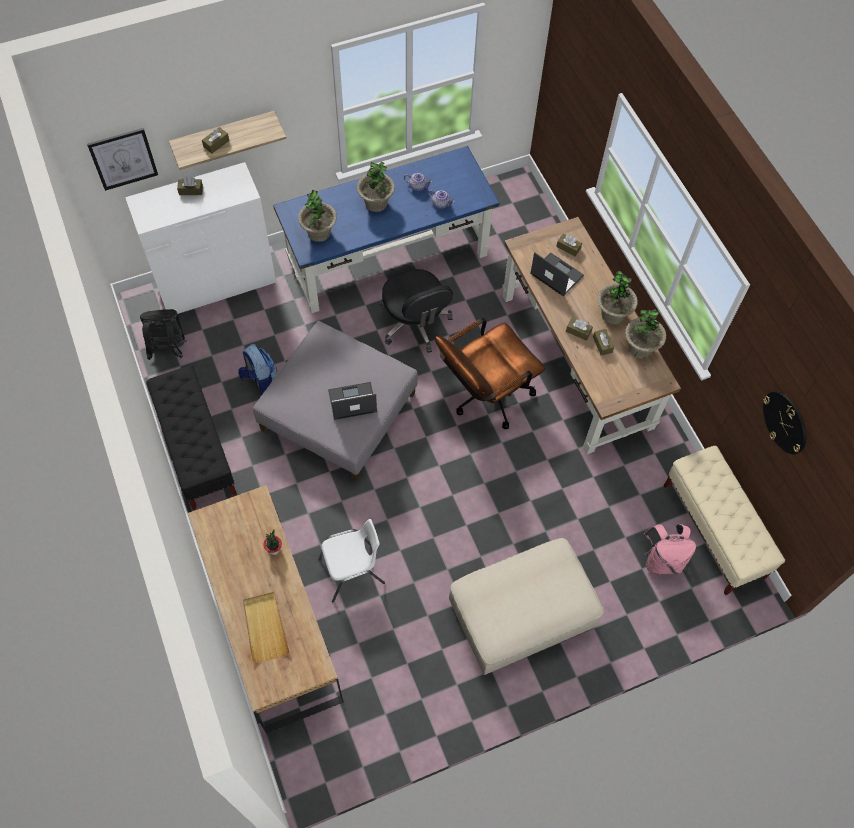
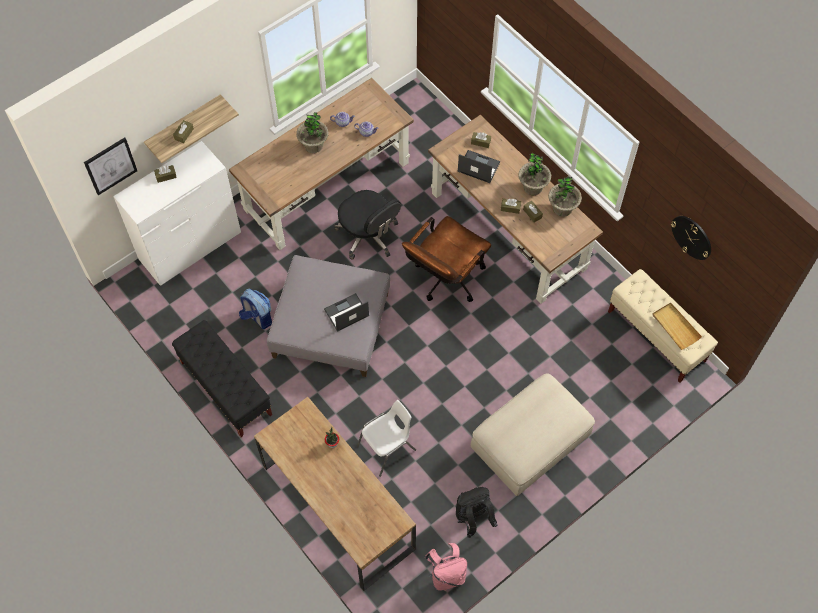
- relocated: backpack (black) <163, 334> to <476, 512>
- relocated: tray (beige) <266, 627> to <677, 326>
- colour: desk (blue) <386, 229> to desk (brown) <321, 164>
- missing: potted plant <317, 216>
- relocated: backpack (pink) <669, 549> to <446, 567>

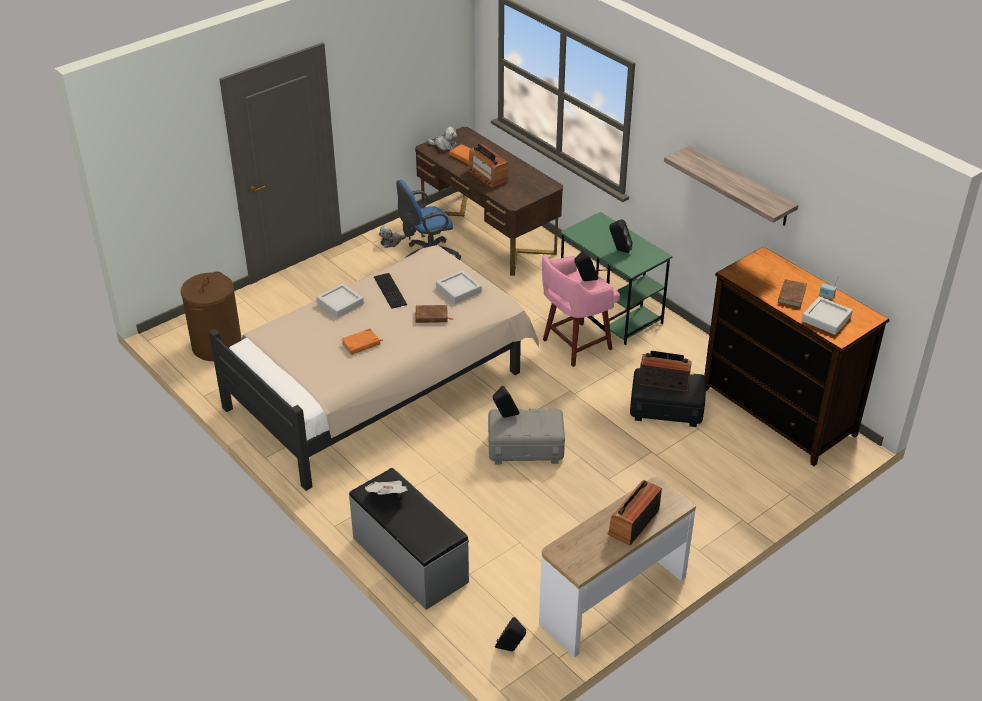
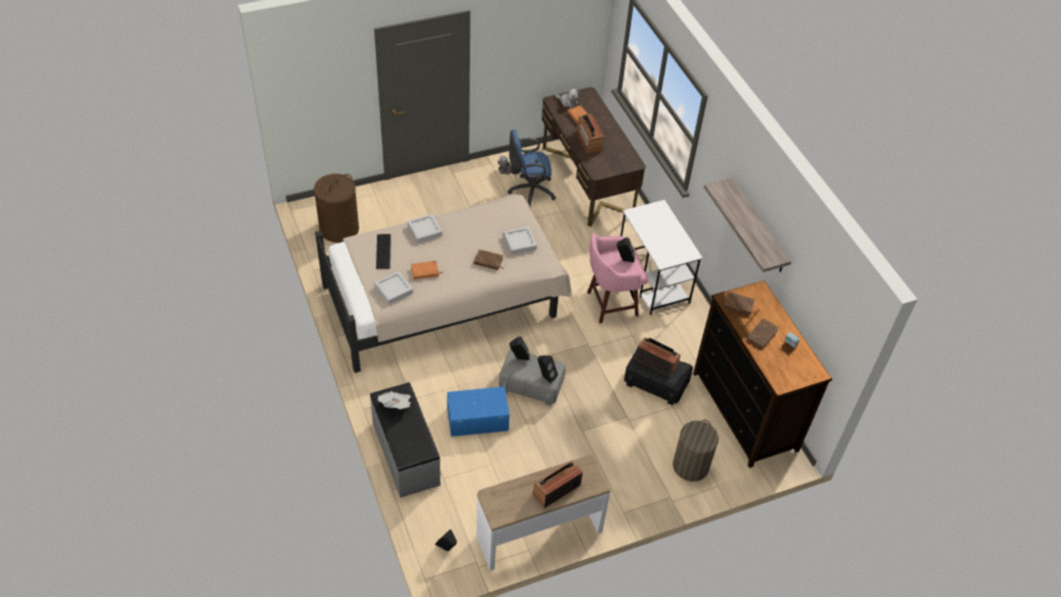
- relocated: keyboard <390, 291> to <383, 251>
- colour: desk (green) <616, 278> to desk (white) <661, 257>
- relocated: speaker (black) <621, 236> to <548, 369>
- relocated: tray (grey) <827, 315> to <393, 287>
- appeared: storage box (blue) <478, 411>
- appeared: laundry basket <696, 451>
- appeared: book (brown) <739, 303>

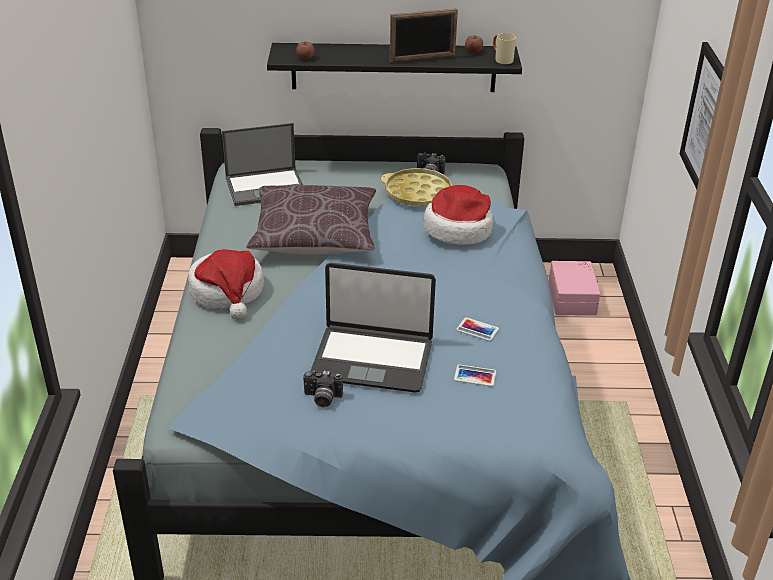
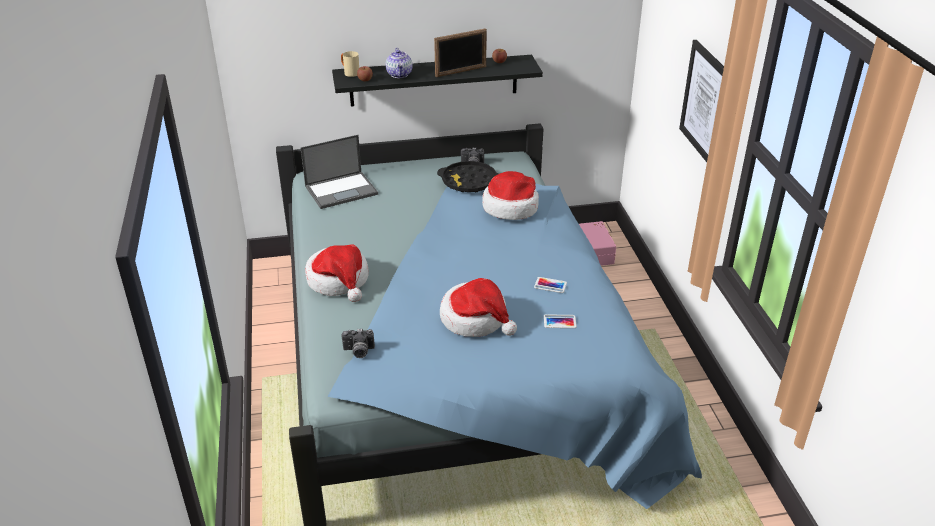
- missing: pillow (brown) <311, 220>
- relocated: photo camera <323, 389> to <358, 343>
- exchanged: laptop <373, 328> to hat <478, 307>
- colour: tray (yellow) <416, 187> to tray (black) <467, 176>
- relocated: mug (beige) <504, 48> to <350, 64>
- appeared: teapot <399, 63>

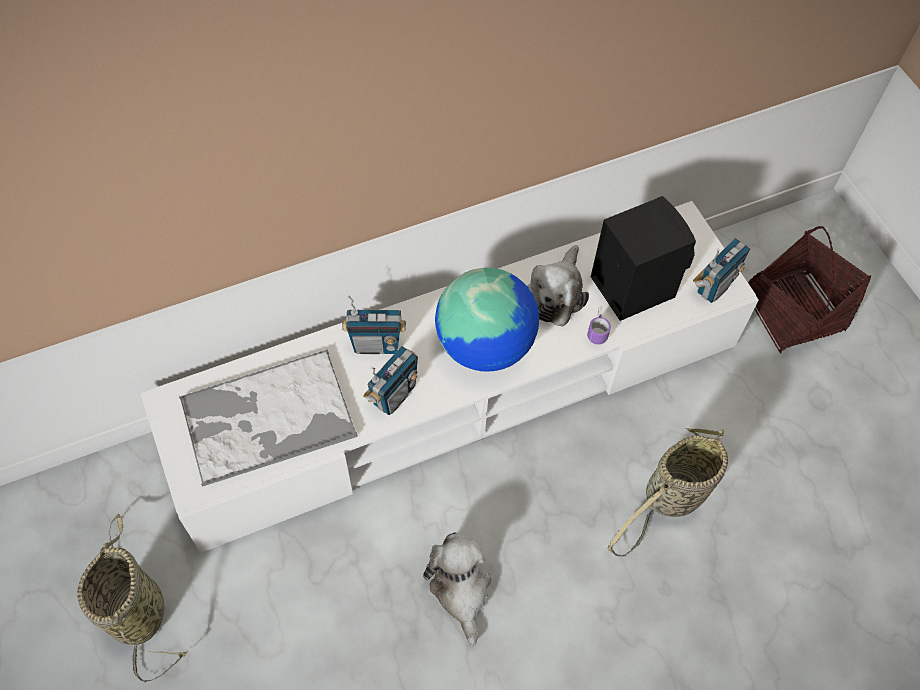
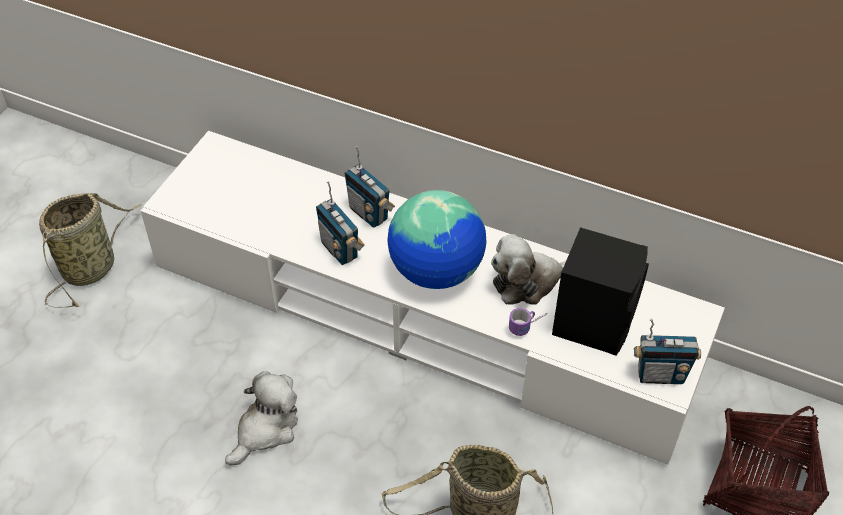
- missing: tray <268, 418>
- spun: radio <391, 380> = <340, 223> 60 degrees clockwise

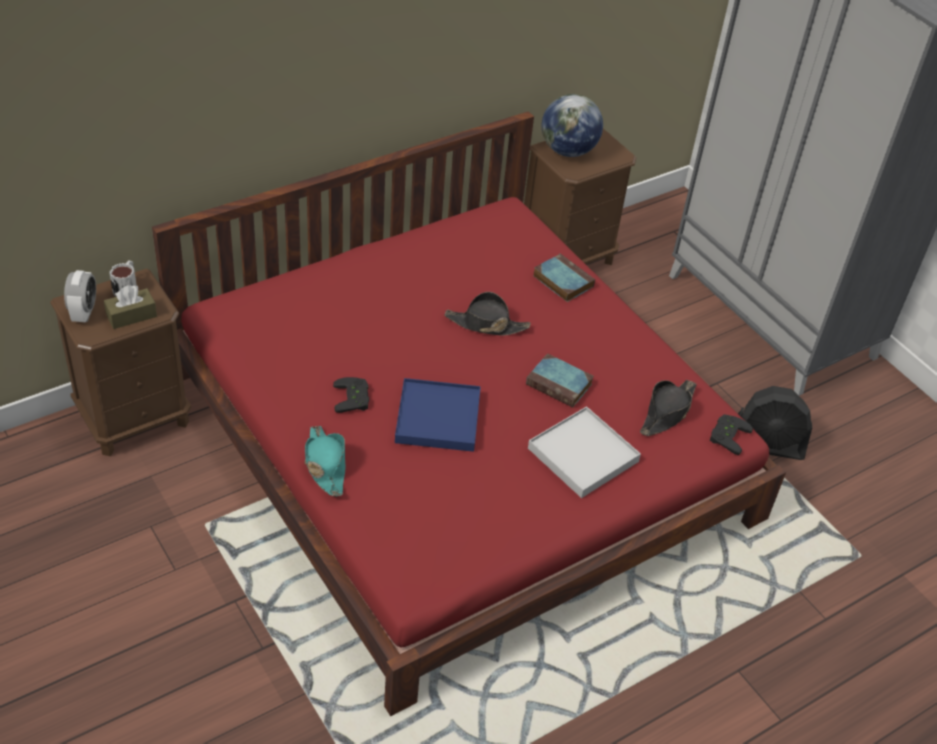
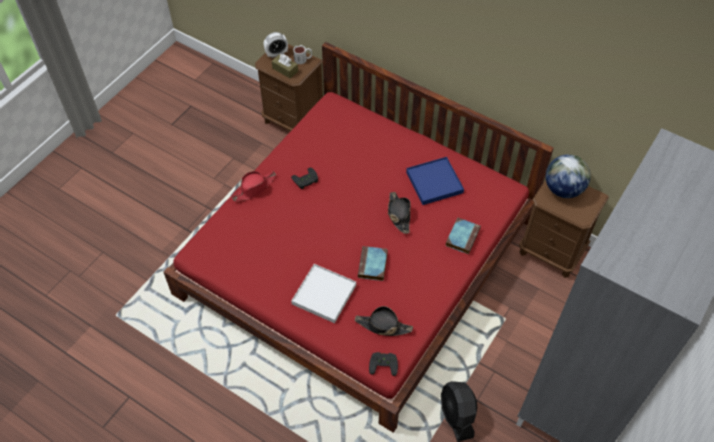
- colour: hat (turquoise) <325, 461> to hat (red) <253, 186>
- relocated: tray (blue) <438, 415> to <435, 181>

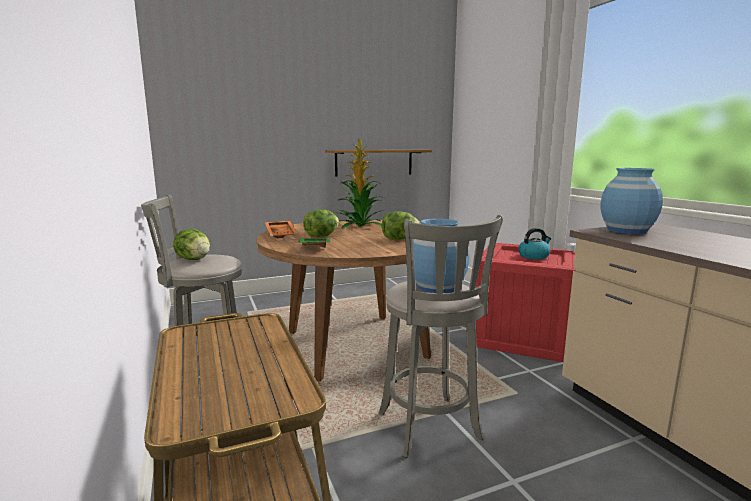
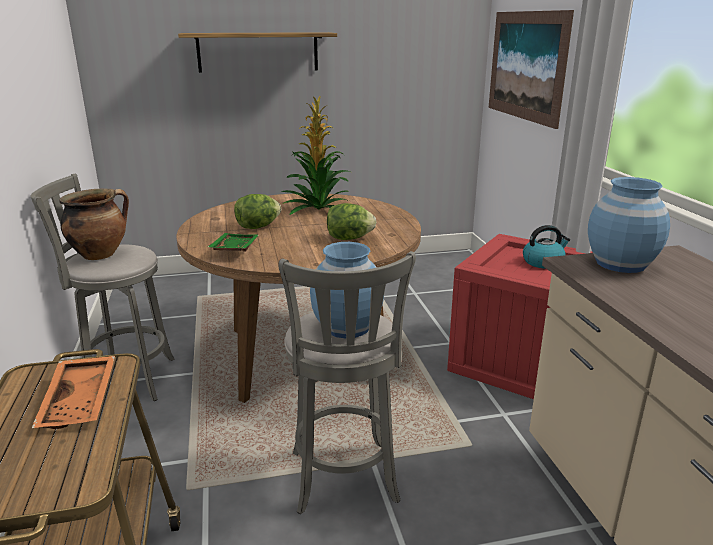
- exchanged: lettuce <191, 244> to cooking pot <94, 224>
- relocated: tray (orange) <281, 229> to <73, 392>
- relocated: shelf <378, 163> to <257, 52>
- appeared: picture <531, 69>

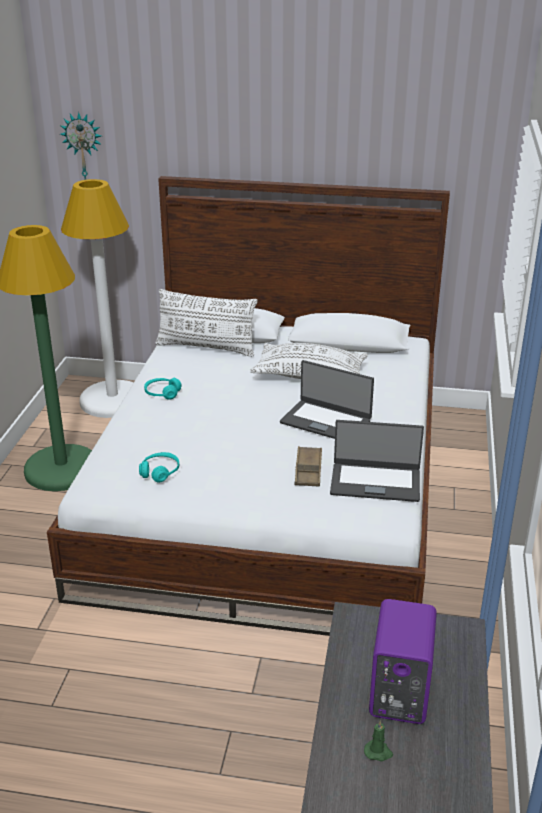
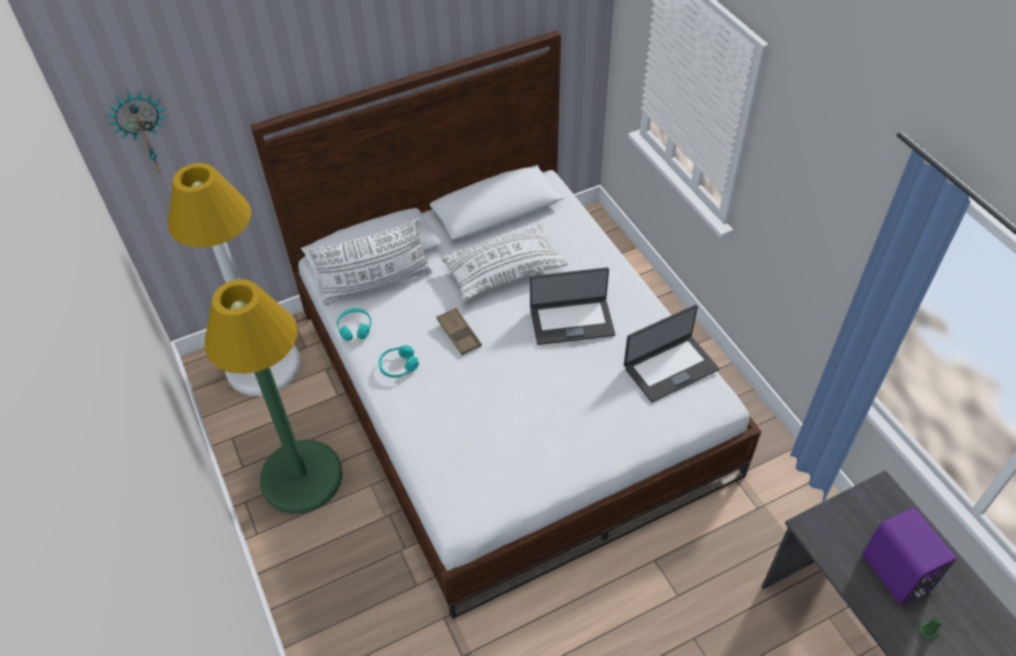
- relocated: headphones (turquoise) <159, 467> to <354, 324>
- relocated: tray (brown) <308, 466> to <459, 331>

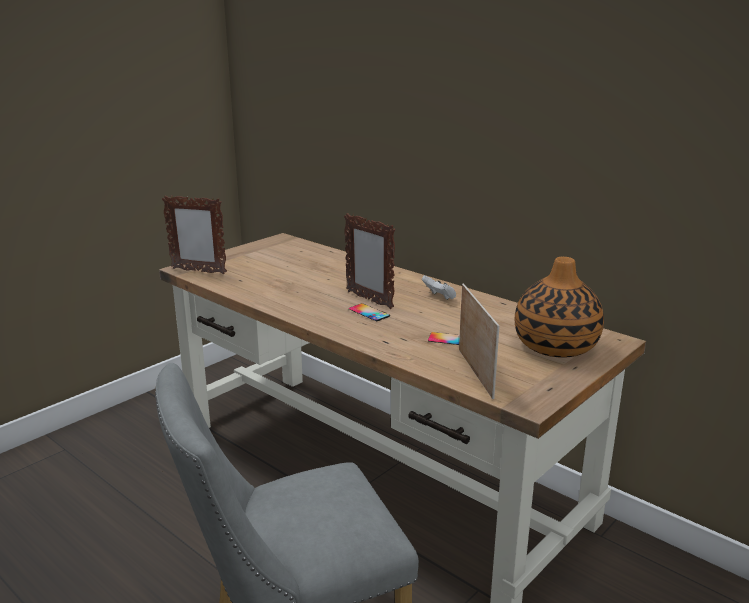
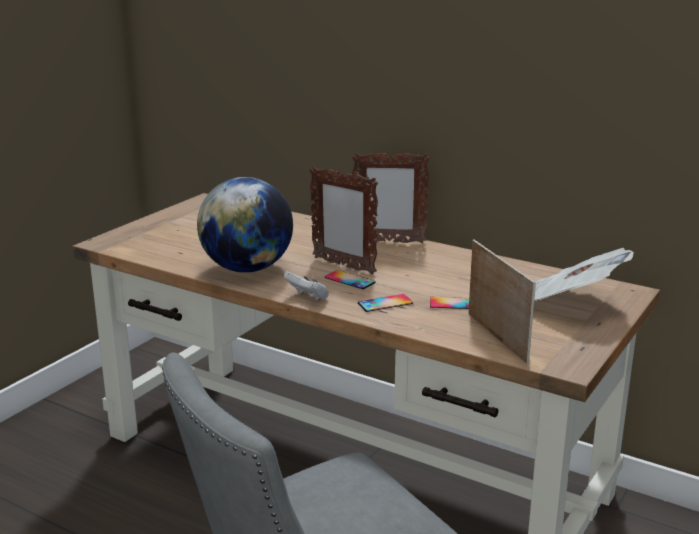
- relocated: picture frame <194, 234> to <391, 198>
- relocated: game controller (white) <439, 287> to <306, 285>
- exchanged: vase <559, 307> to newspaper <584, 274>
- appeared: globe <245, 225>
- appeared: phone <385, 303>

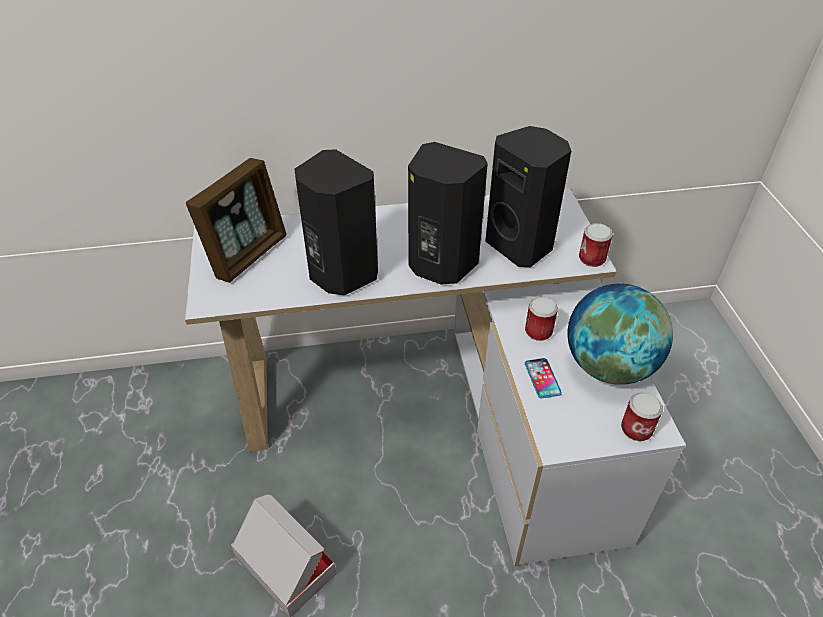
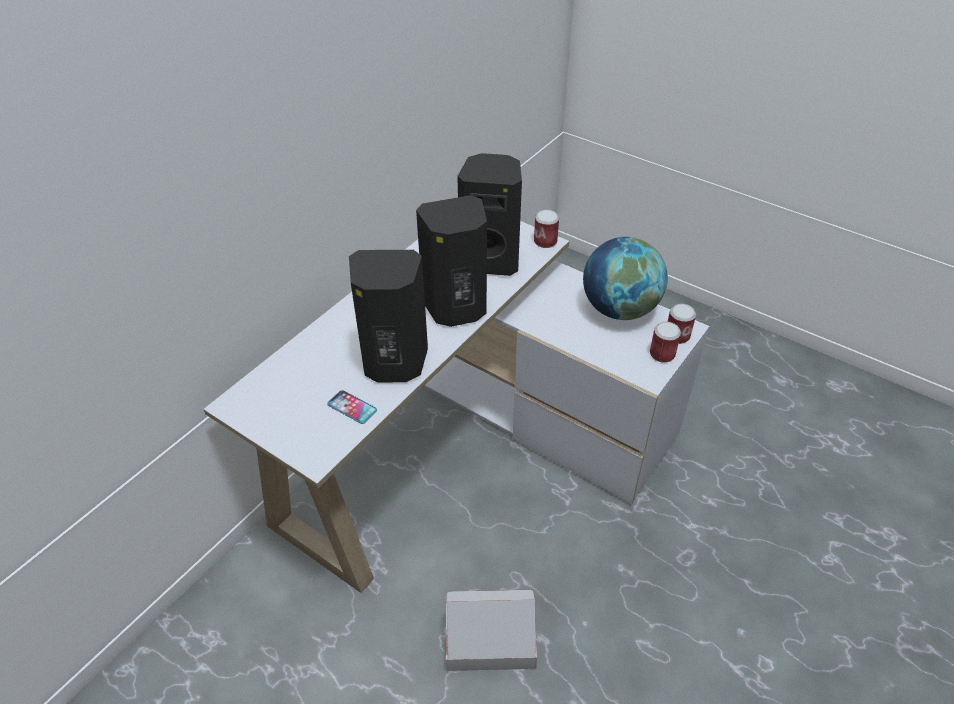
- missing: picture frame <236, 220>
- relocated: can <541, 319> to <665, 342>
- relocated: phone <543, 378> to <352, 407>

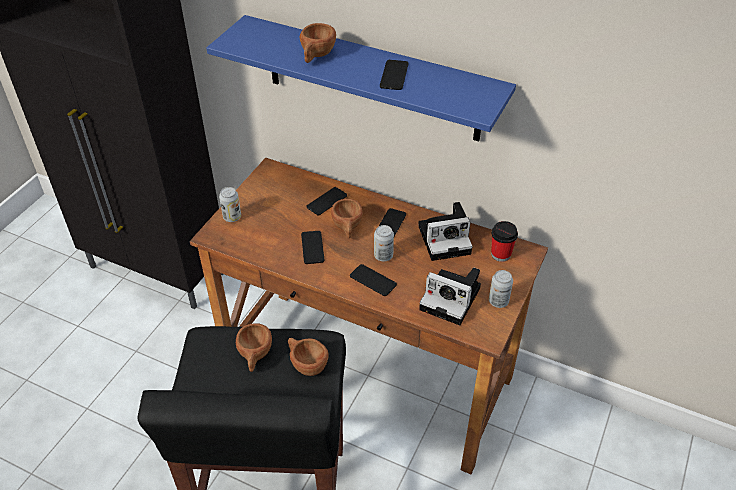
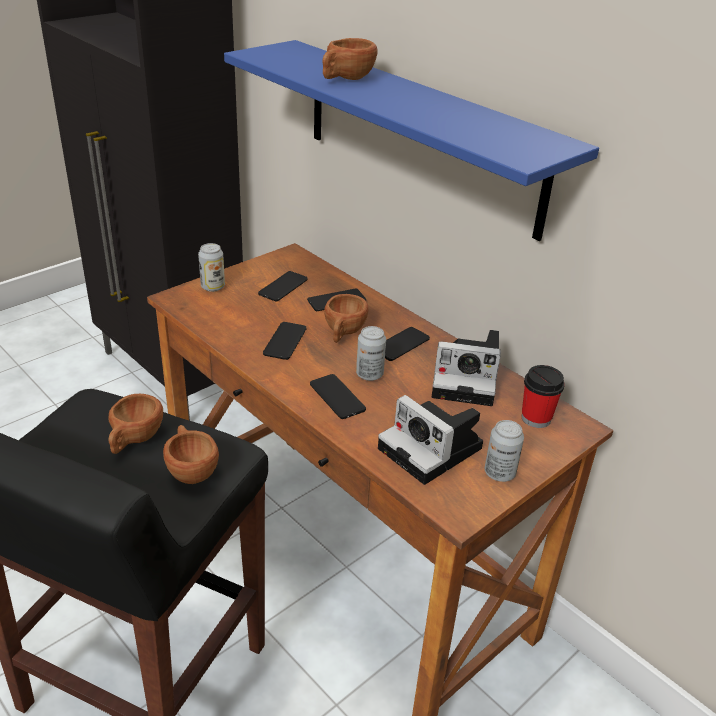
- relocated: phone <394, 75> to <283, 286>

